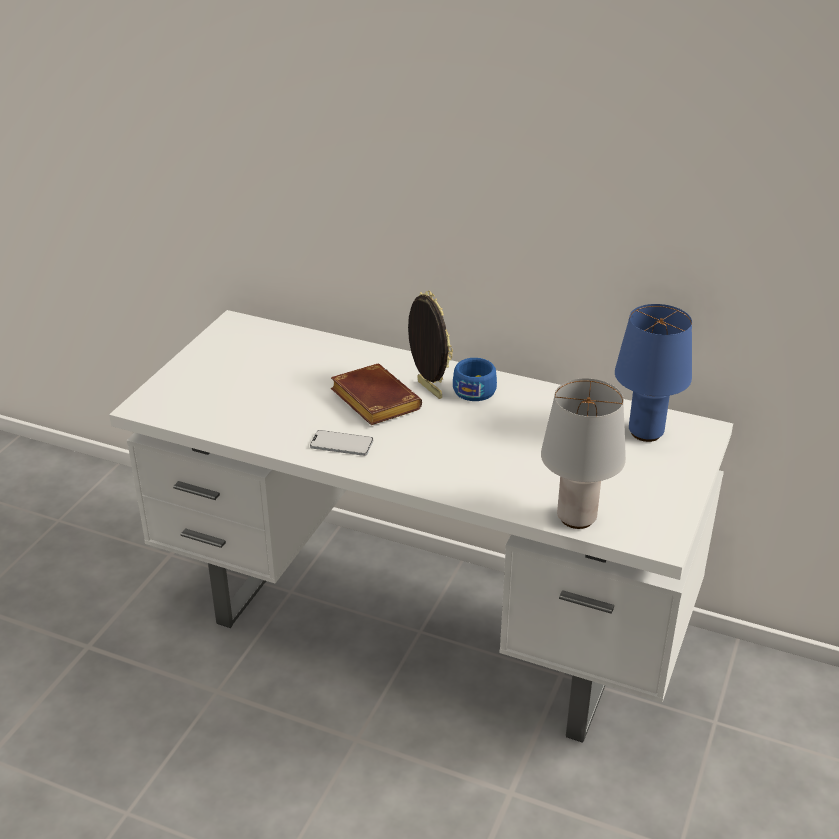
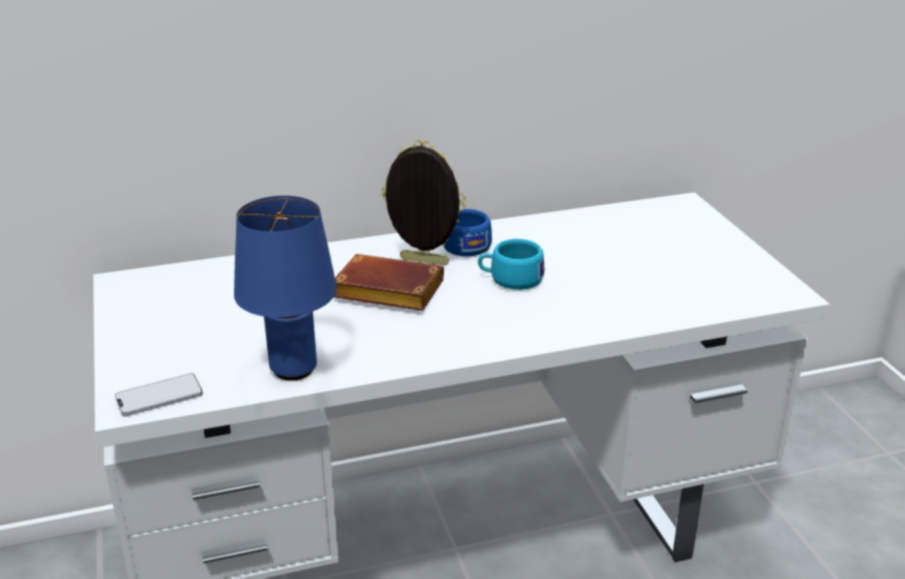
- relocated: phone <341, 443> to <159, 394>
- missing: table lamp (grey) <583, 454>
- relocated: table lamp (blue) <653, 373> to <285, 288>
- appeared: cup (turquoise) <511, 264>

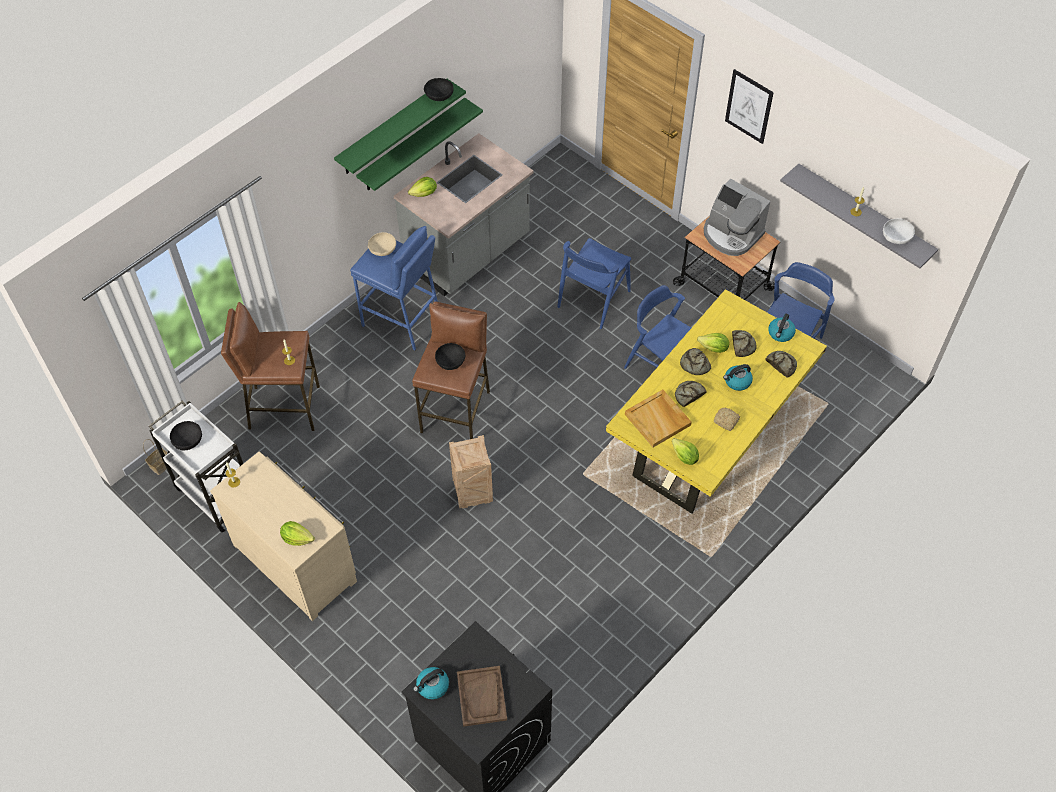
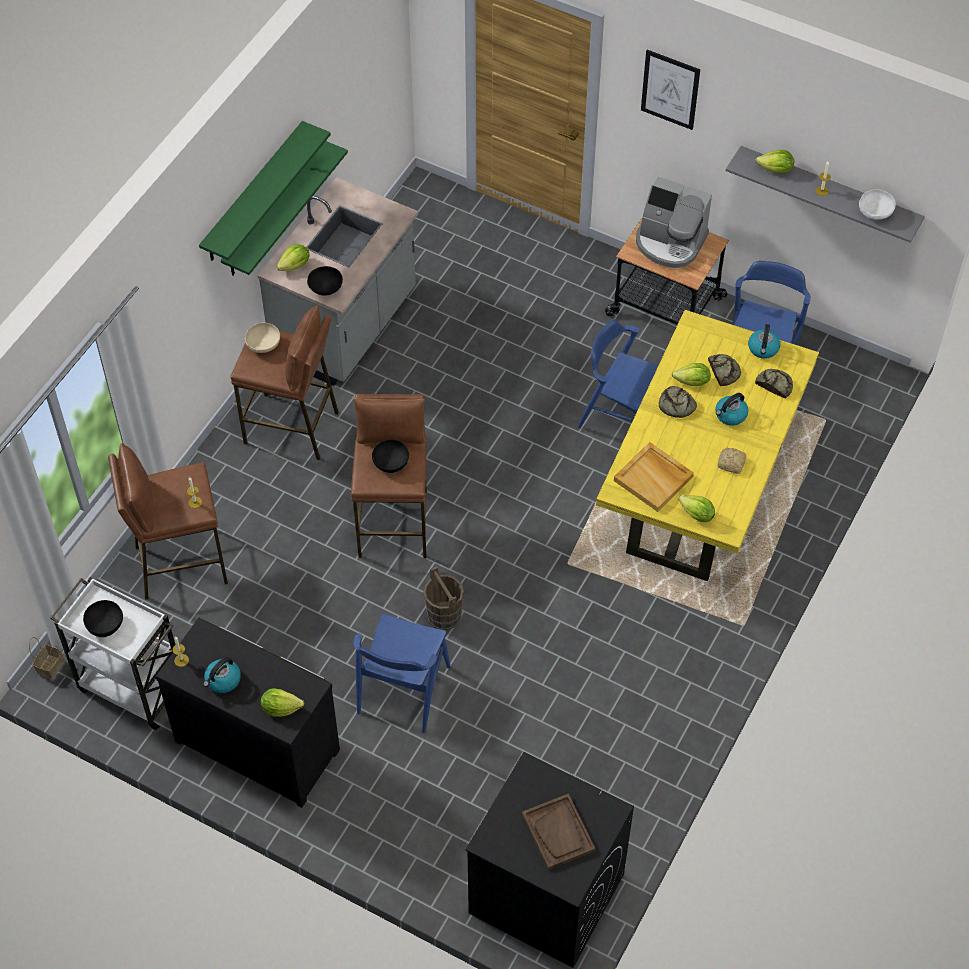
- colour: dresser (beige) <283, 536> to dresser (black) <248, 713>
- colour: stool (blue) <394, 288> to stool (brown) <284, 382>
- relocated: kettle <431, 683> to <222, 675>
- relocated: bowl (black) <439, 89> to <325, 281>
- exchanged: crate <471, 472> to bucket (brown) <443, 598>
- relocated: chair (blue) <594, 283> to <402, 673>
- missing: bread <691, 394>
- appeared: lettuce <774, 161>

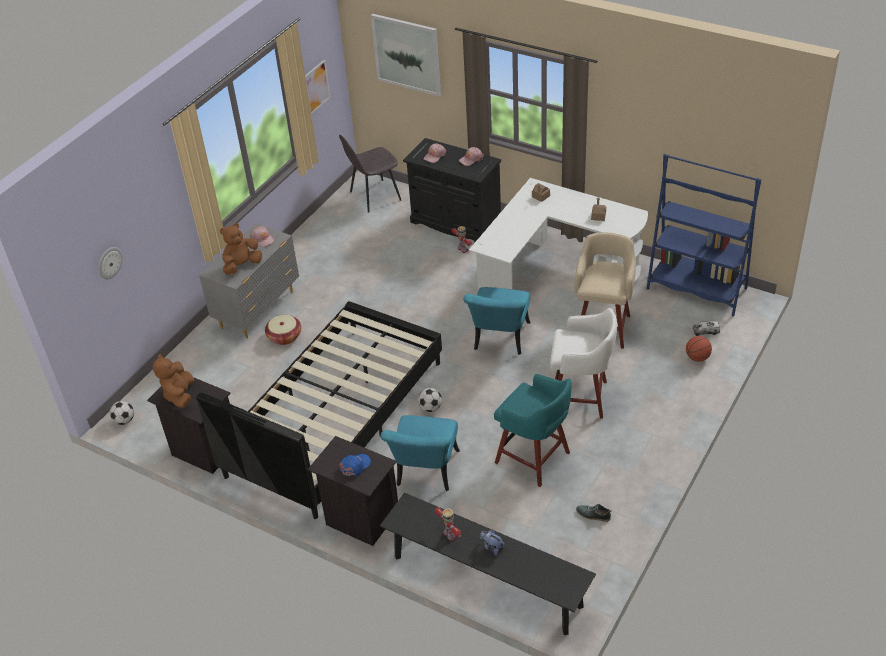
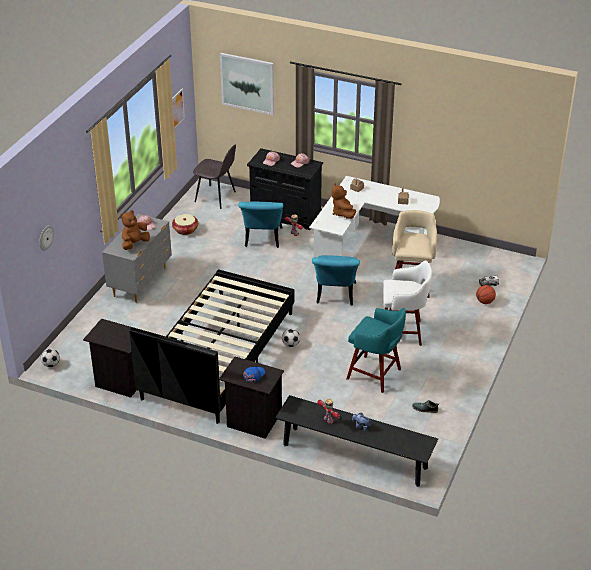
- relocated: plush toy (brown) <173, 381> to <344, 201>
- relocated: basket <283, 330> to <185, 224>
- spun: chair (grey) <370, 174> = <214, 177> 120 degrees counterclockwise
- relocated: chair (turquoise) <420, 453> to <260, 225>
- missing: bookcase (blue) <703, 235>

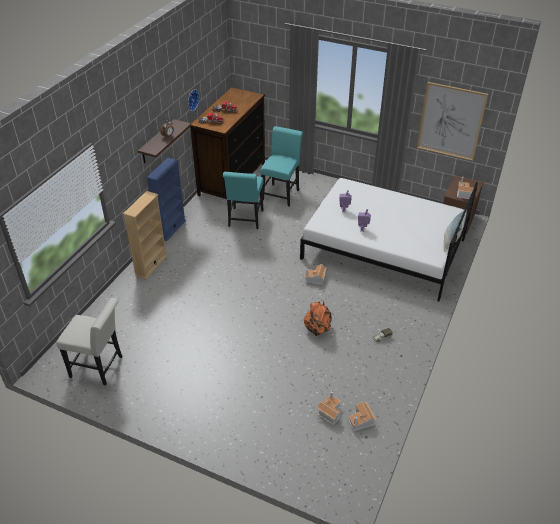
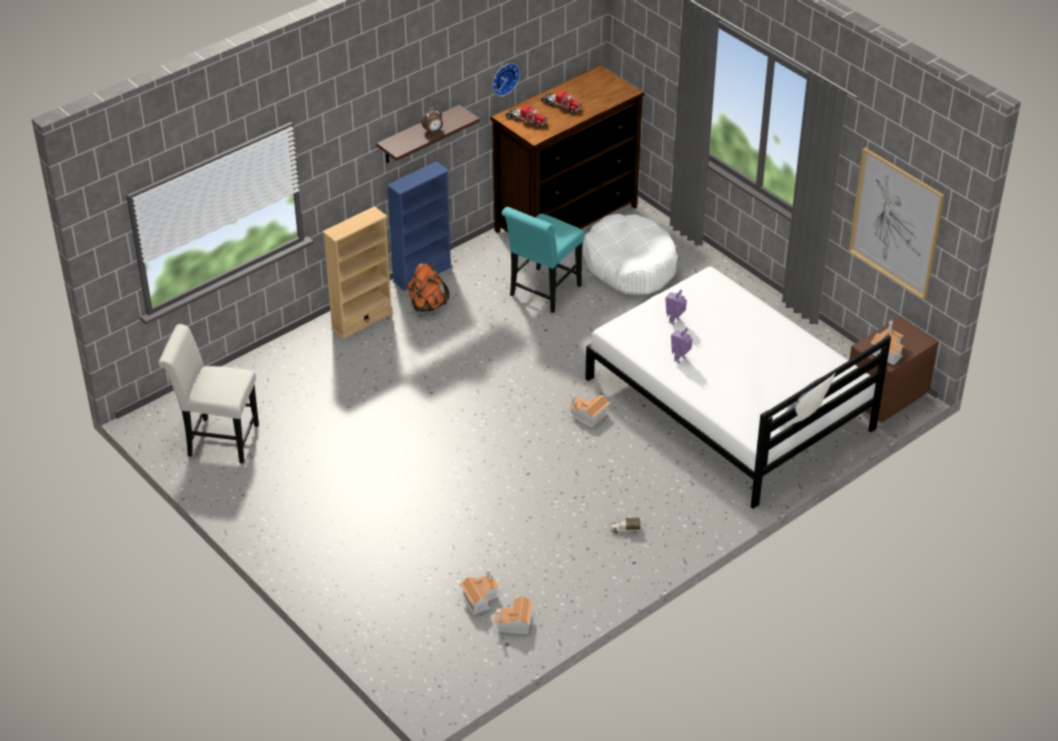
- spun: chair (white) <89, 341> = <208, 394> 150 degrees clockwise
- exchanged: chair (turquoise) <281, 166> to dog bed (white) <630, 254>
- relocated: backpack (orange) <318, 318> to <429, 287>

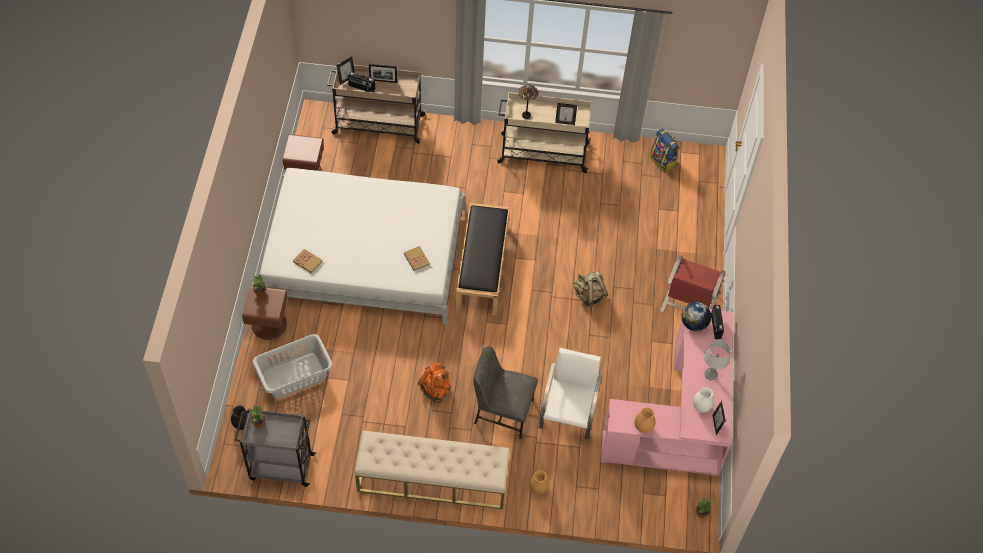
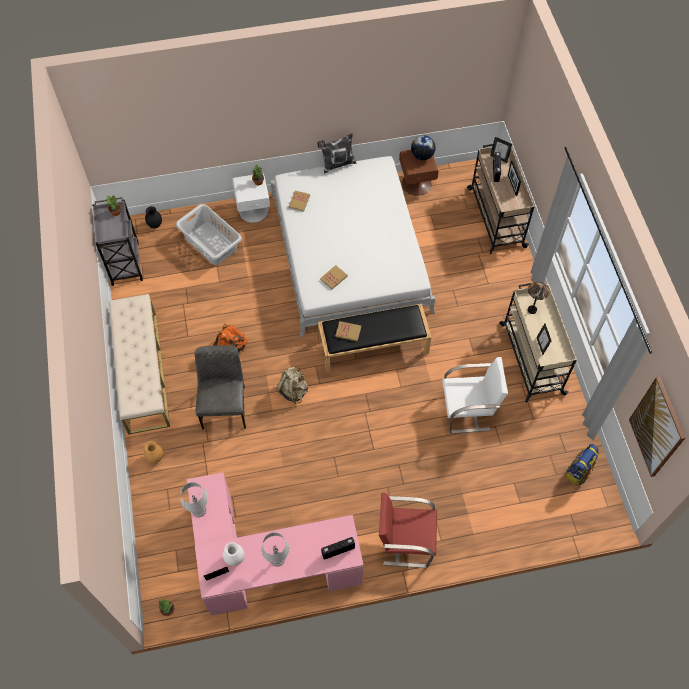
- colour: nightstand (brown) <265, 313> to nightstand (white) <251, 198>
- relocated: chair (white) <570, 393> to <475, 395>
- relocated: backpack (beige) <591, 289> to <292, 385>
- exchanged: vase (brown) <645, 420> to table lamp (grey) <194, 499>
- relocated: globe <696, 316> to <423, 147>
- appeared: pillow <336, 153>
- appeared: book <348, 331>
- appeared: picture <657, 427>

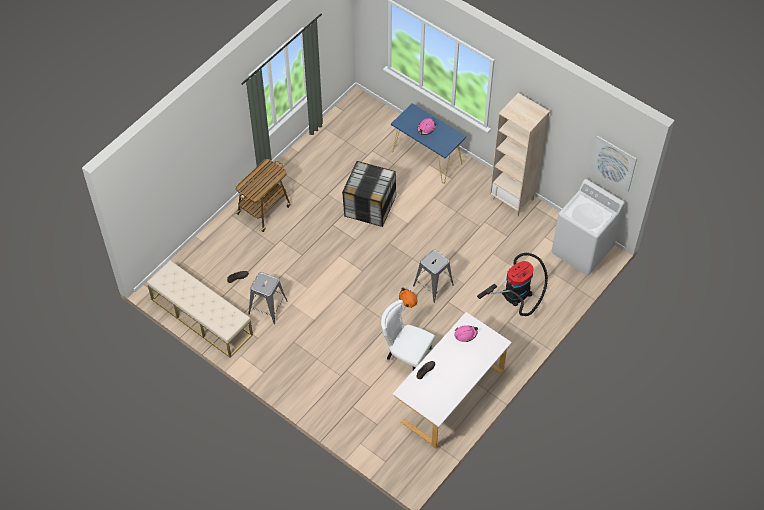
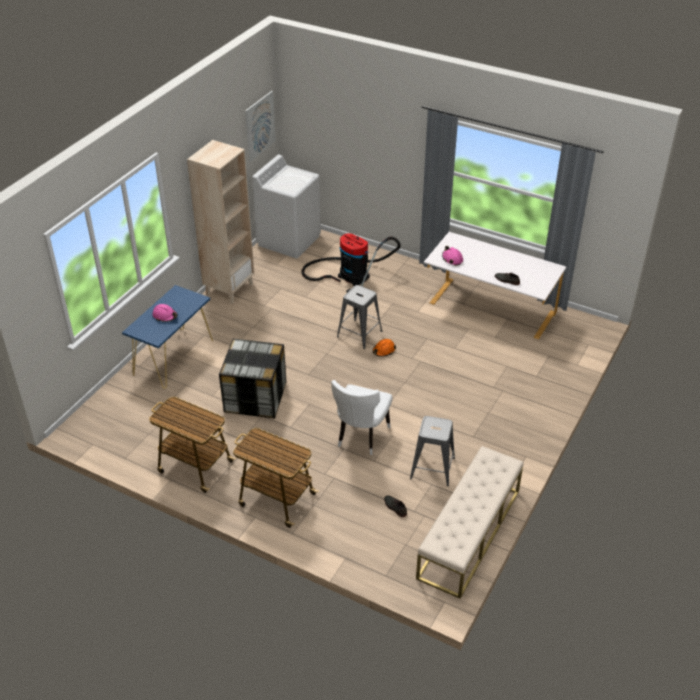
- relocated: chair (white) <408, 335> to <362, 417>
- appeared: cart <192, 445>

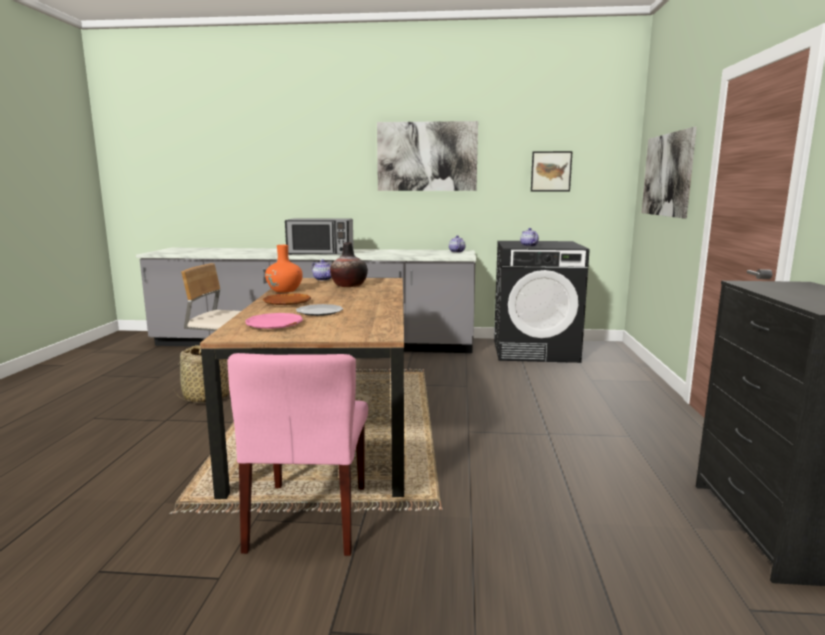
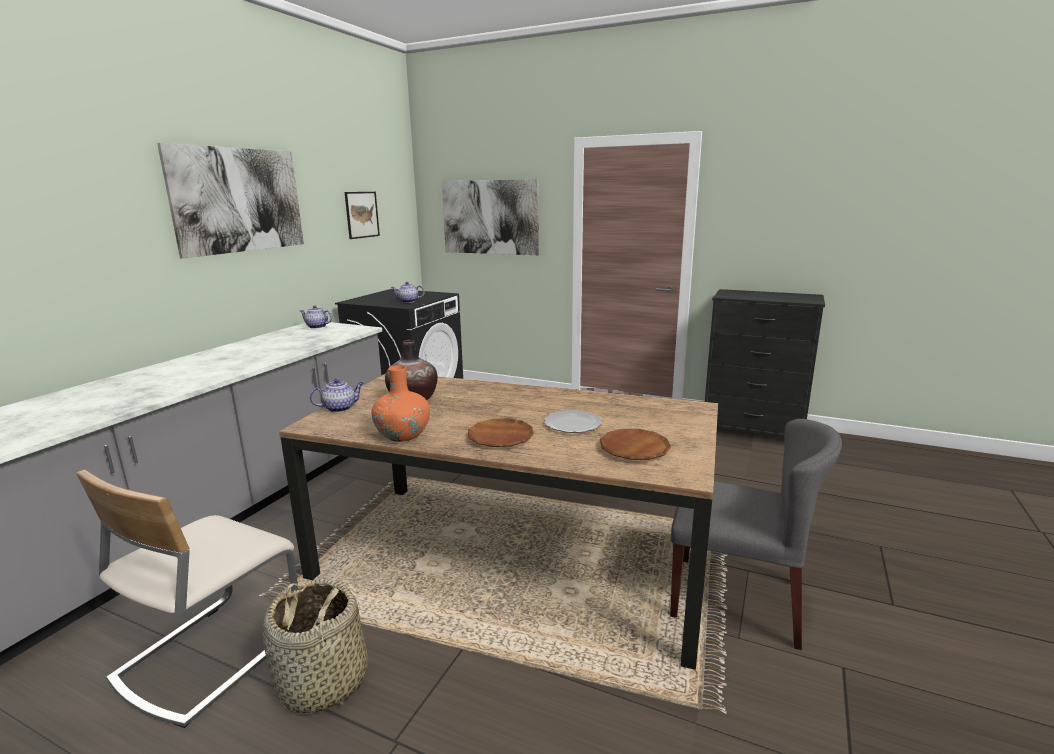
- colour: chair (pink) <297, 454> to chair (grey) <756, 534>
- colour: plate (pink) <274, 321> to plate (brown) <635, 444>
- missing: microwave <319, 236>

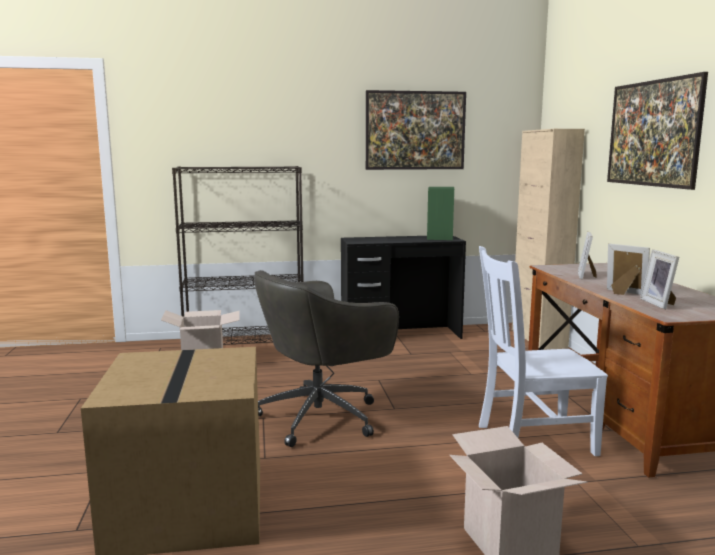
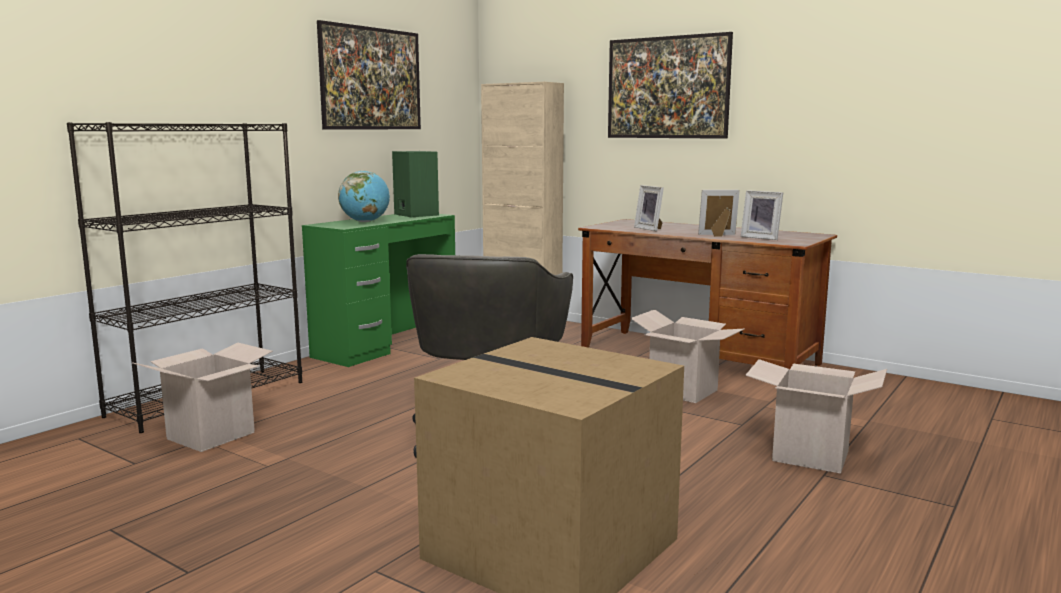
- colour: desk (black) <403, 287> to desk (green) <378, 290>
- exchanged: chair (white) <543, 351> to cardboard box <687, 356>
- appeared: globe <364, 196>

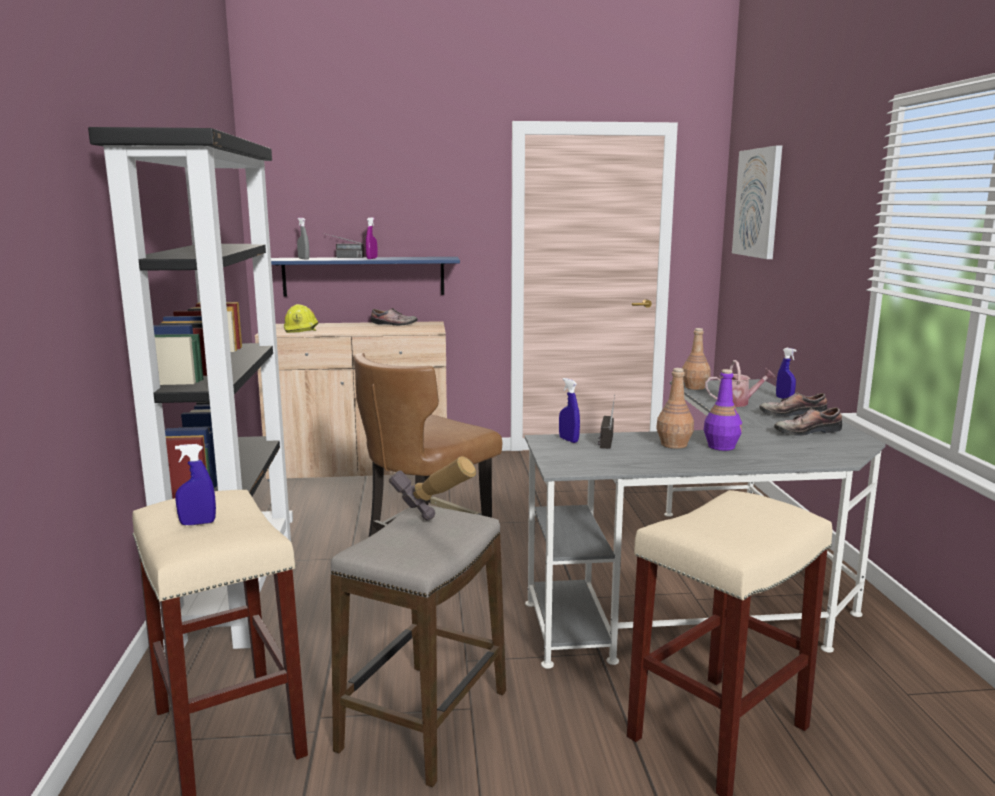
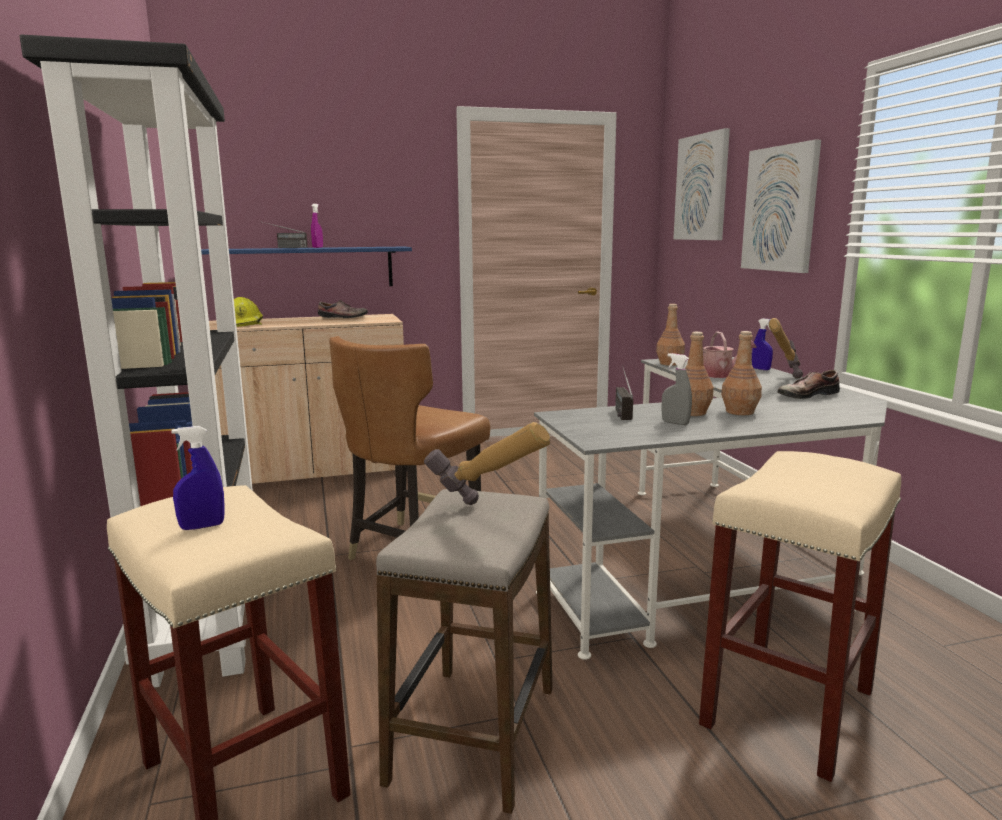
- relocated: spray bottle (grey) <303, 238> to <677, 389>
- missing: spray bottle (blue) <569, 410>
- colour: bottle (purple) <723, 410> to bottle (brown) <741, 373>
- exchanged: shoe <793, 404> to hammer <786, 348>
- appeared: picture <781, 206>

